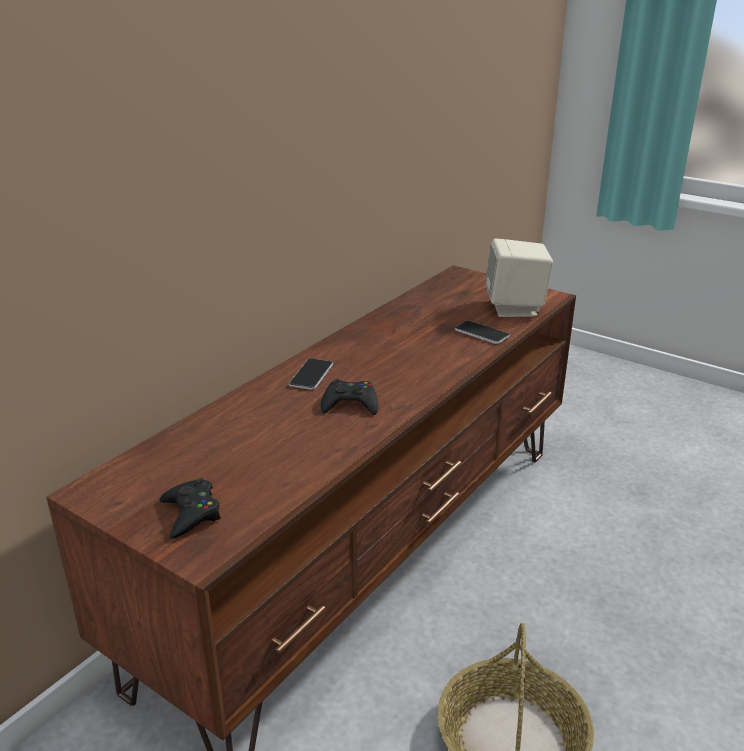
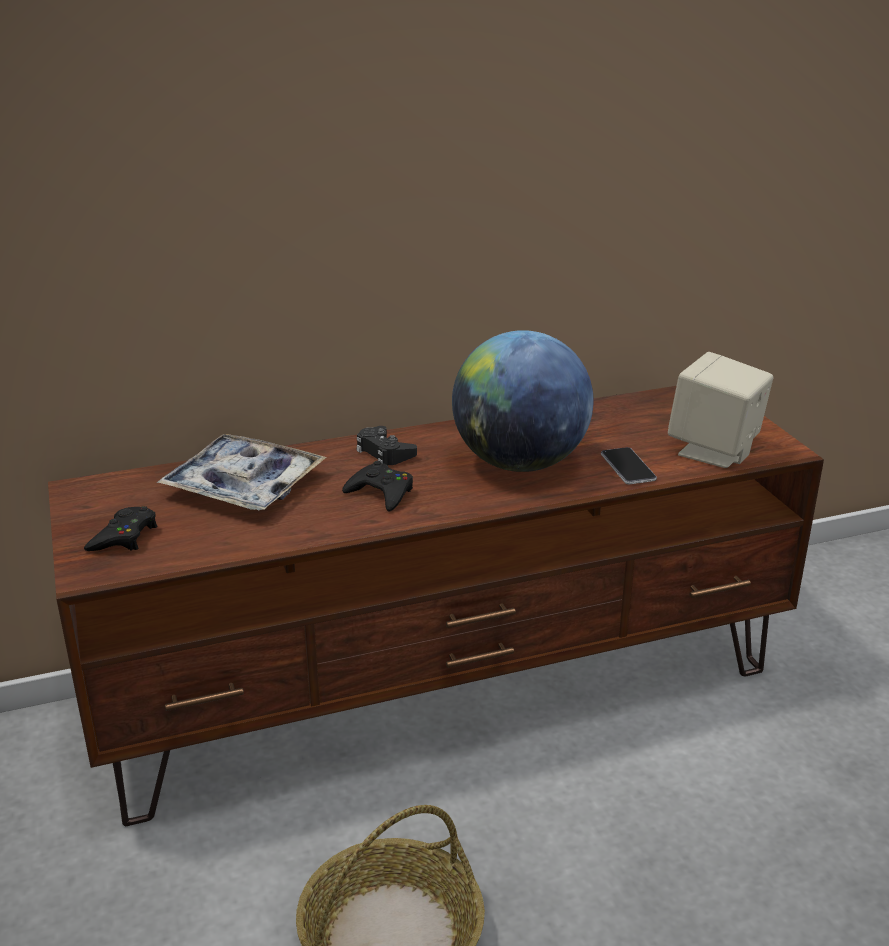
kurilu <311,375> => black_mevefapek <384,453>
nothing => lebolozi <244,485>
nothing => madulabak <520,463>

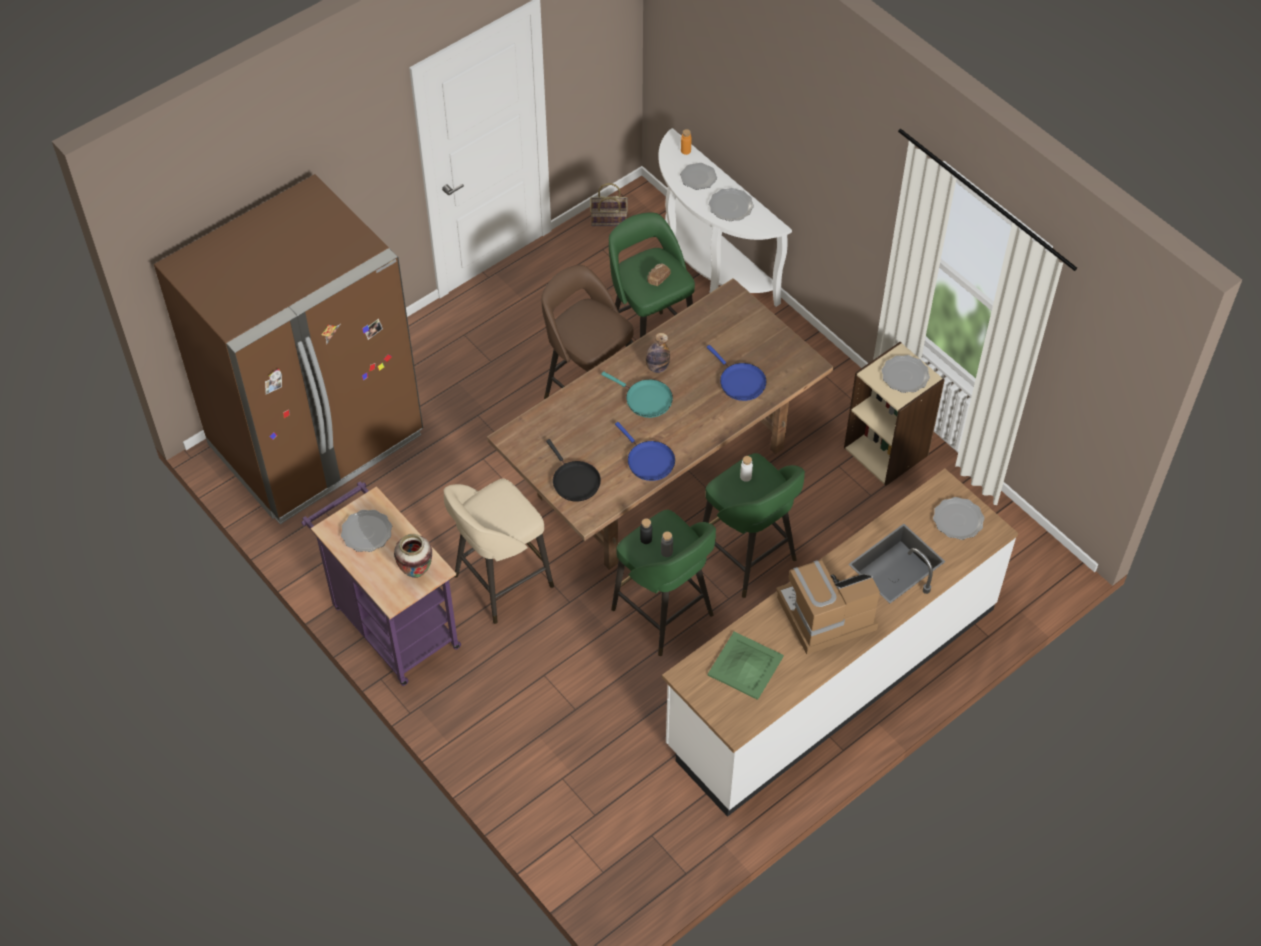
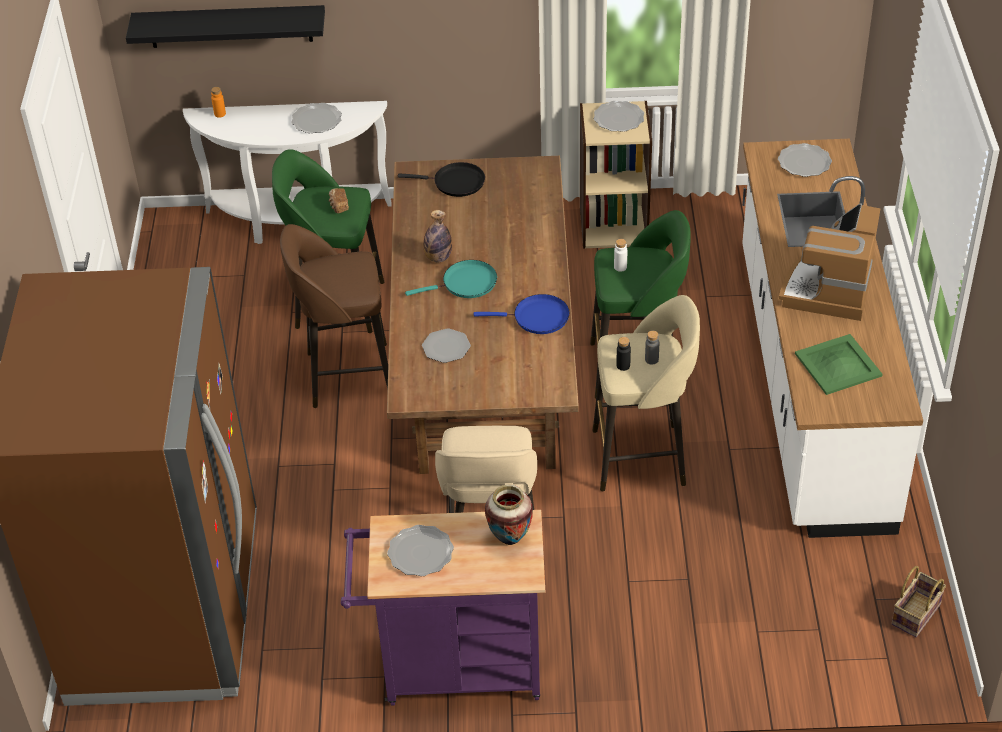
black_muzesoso <574,481> => black_muzesoso <455,183>, relocated
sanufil <608,219> => sanufil <916,615>, relocated
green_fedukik <664,614> => beige_fedukik <642,457>
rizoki <698,177> => rizoki <446,347>, relocated
blue_muzesoso <740,382> => nothing
nothing => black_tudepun <230,26>

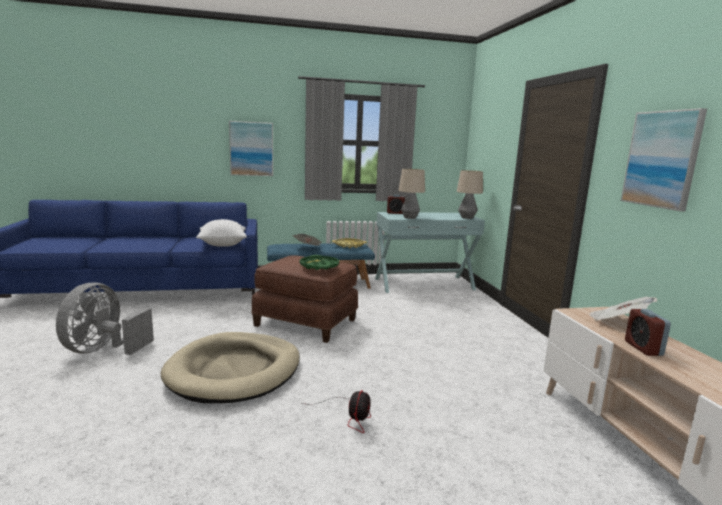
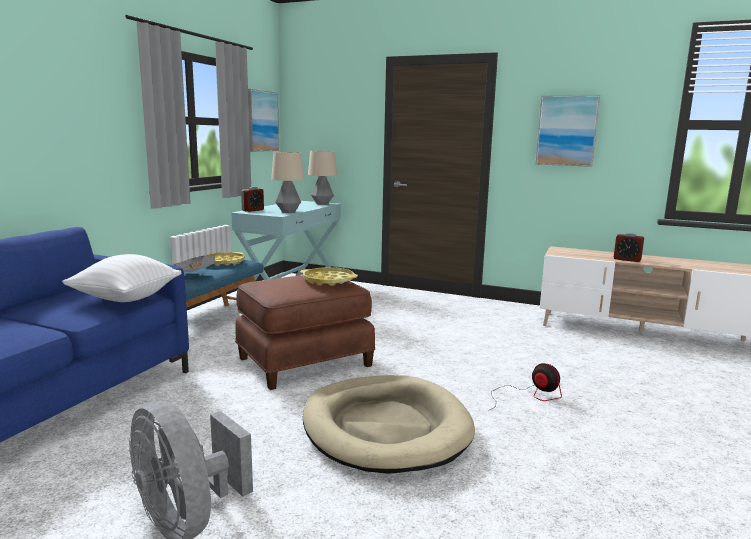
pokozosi <251,149> => pokozosi <262,121>, relocated
green_lebolozi <319,266> => yellow_lebolozi <328,280>
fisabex <617,322> => nothing

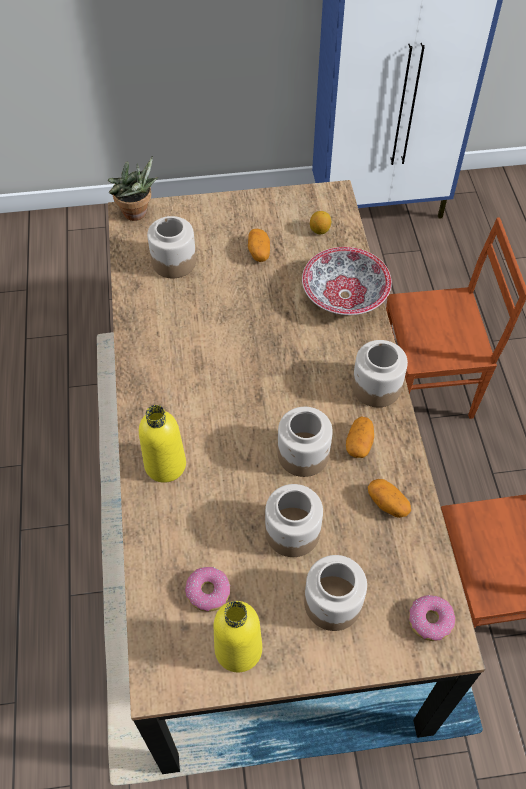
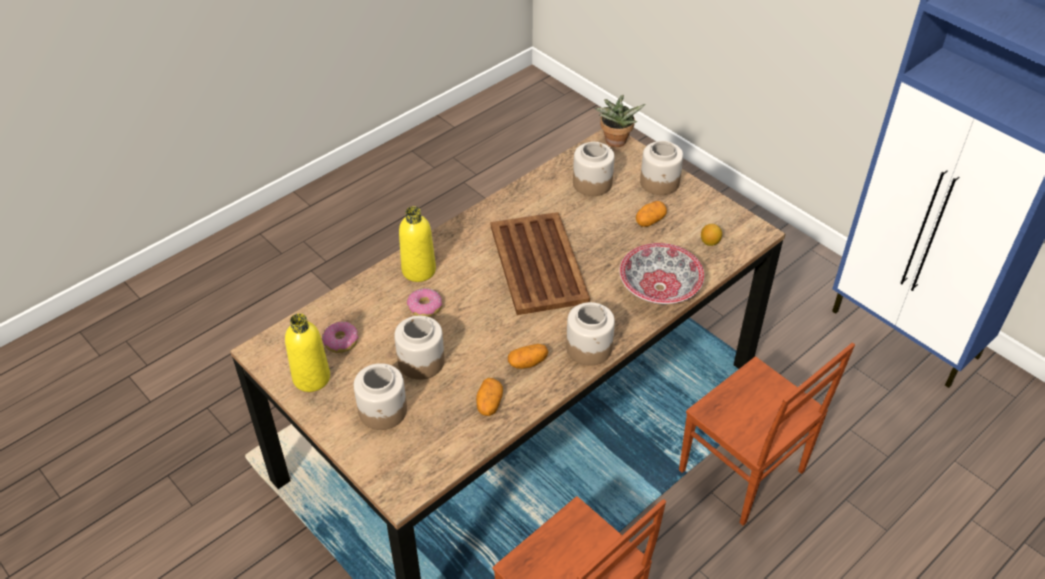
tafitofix <304,454> => tafitofix <660,183>, relocated
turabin <430,621> => turabin <424,307>, relocated
nothing => brown_lebolozi <538,262>

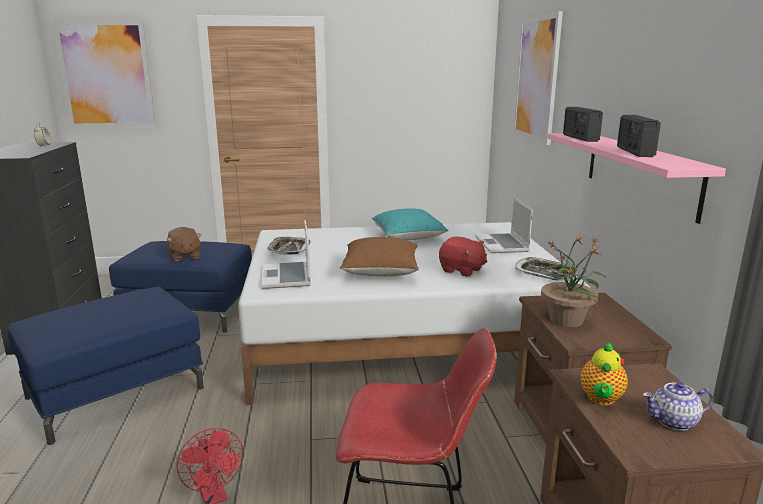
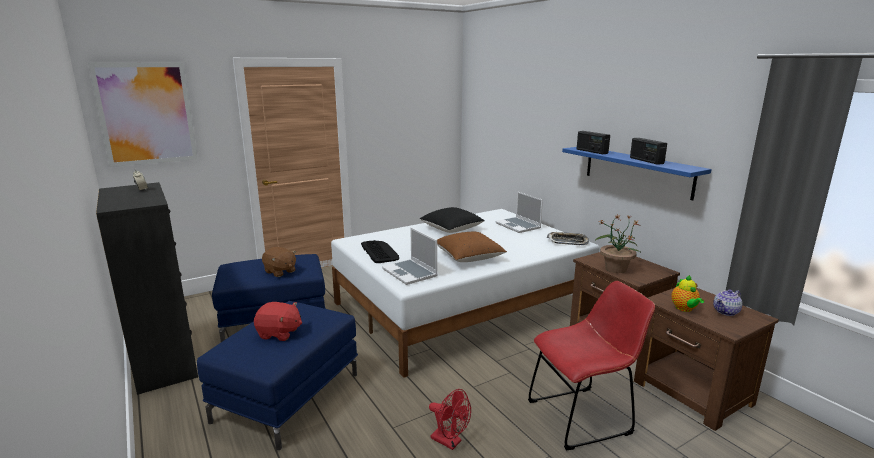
lebolozi <289,249> => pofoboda <379,252>
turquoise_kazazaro <408,237> => black_kazazaro <451,229>
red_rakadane <461,270> => red_rakadane <279,333>, relocated
pokozosi <537,79> => nothing
pink_tudepun <639,172> => blue_tudepun <637,171>

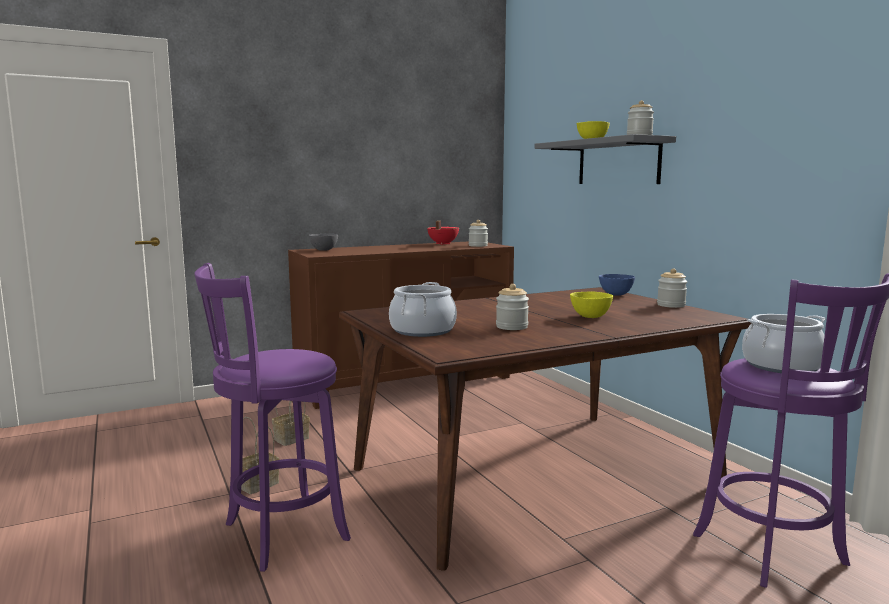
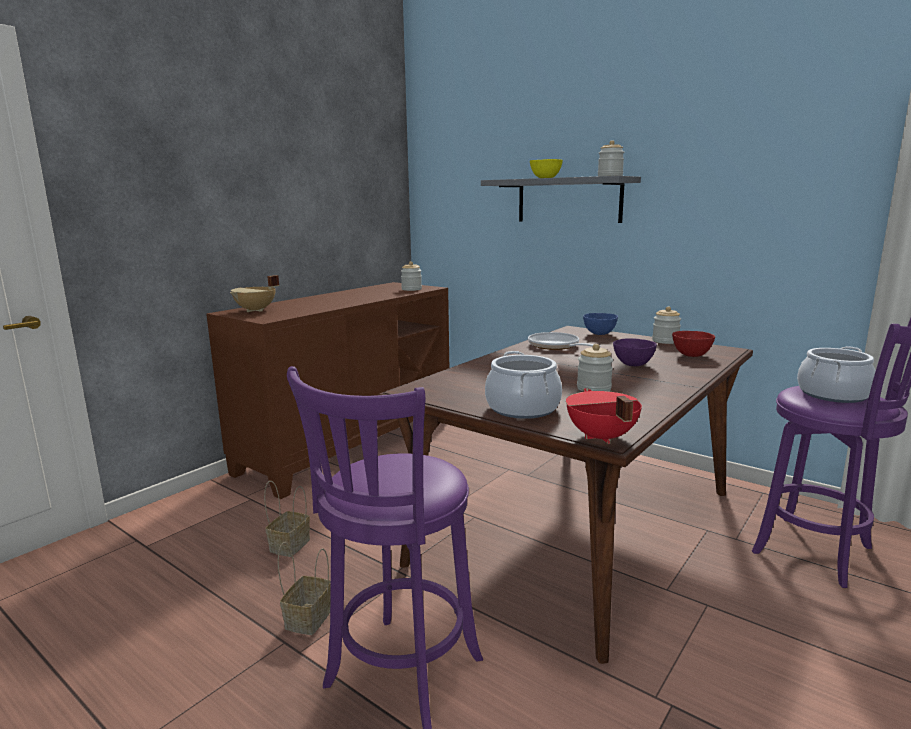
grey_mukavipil <324,250> => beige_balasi <256,310>
red_balasi <442,244> => red_balasi <600,437>, relocated
yellow_mukavipil <589,317> => purple_mukavipil <632,365>
nothing => muzesoso <556,346>
nothing => red_mukavipil <690,355>

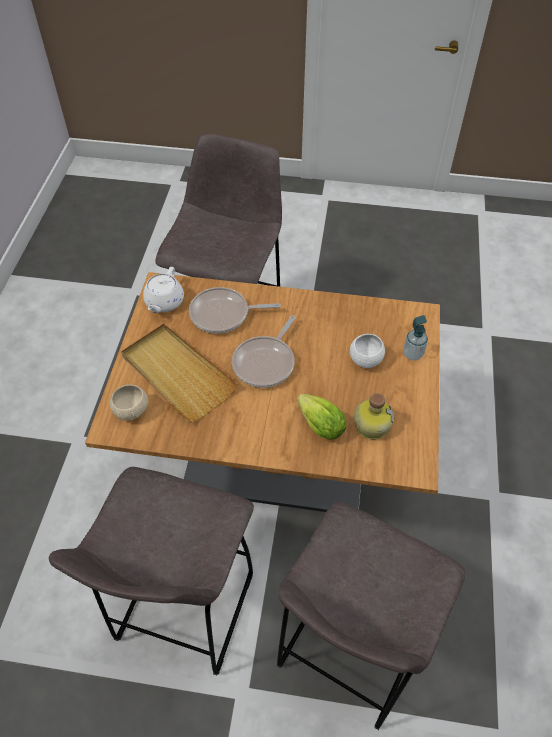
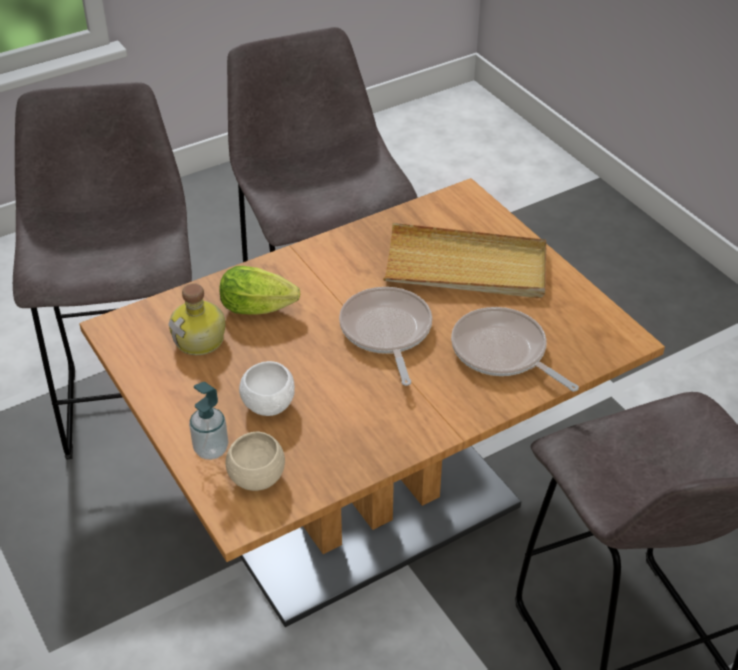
beige_mukavipil <131,411> => beige_mukavipil <257,477>, relocated
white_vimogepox <164,302> => nothing
muzesoso <223,314> => muzesoso <502,353>, 90 degrees counterclockwise

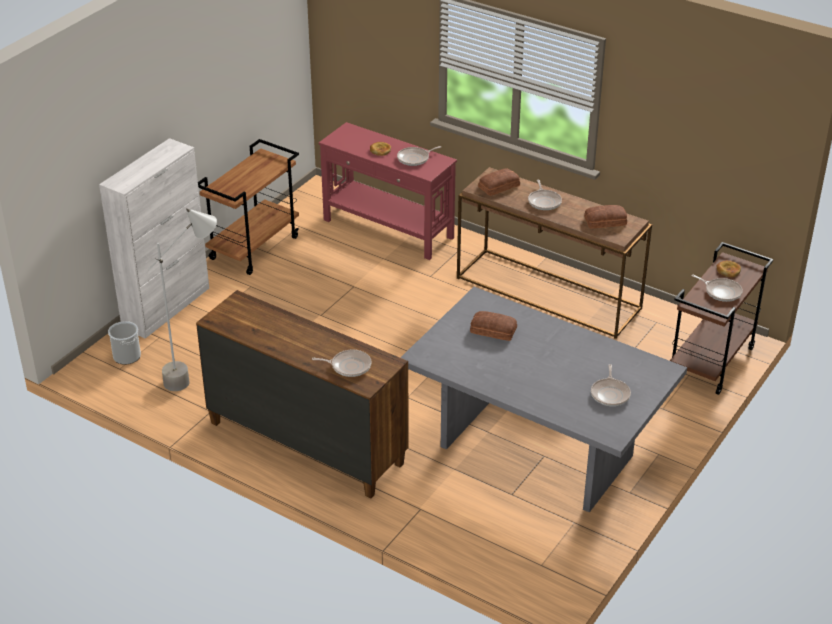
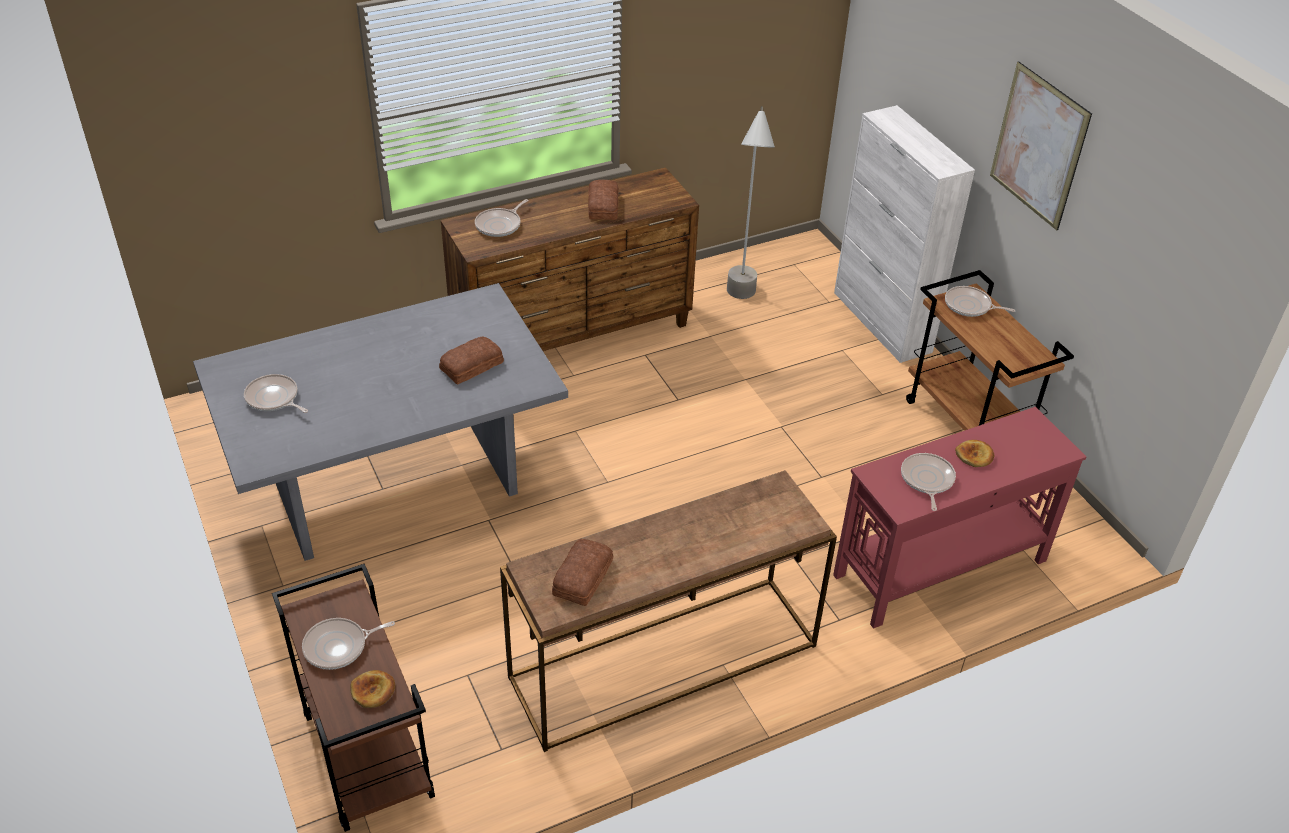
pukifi <127,356> => nothing
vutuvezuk <498,186> => vutuvezuk <604,205>, relocated
muzesoso <544,201> => muzesoso <970,306>, relocated
nothing => pokozosi <1038,146>

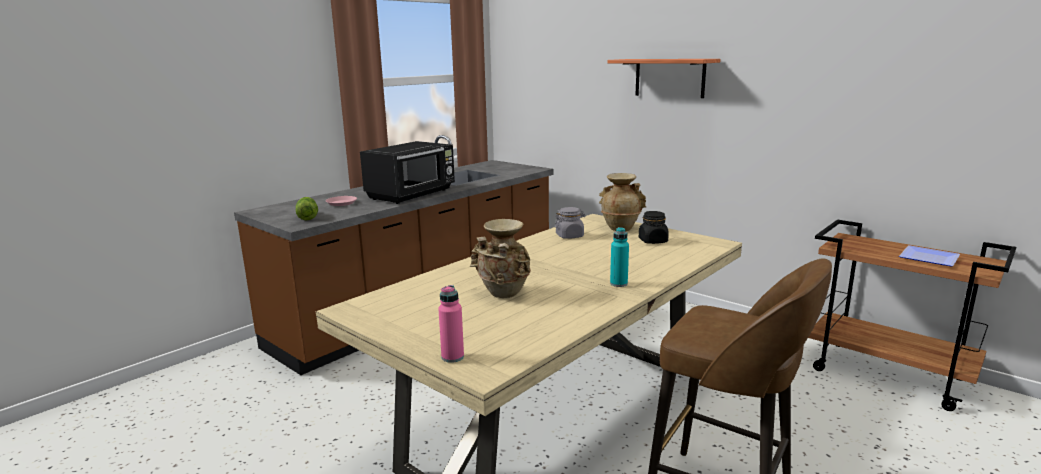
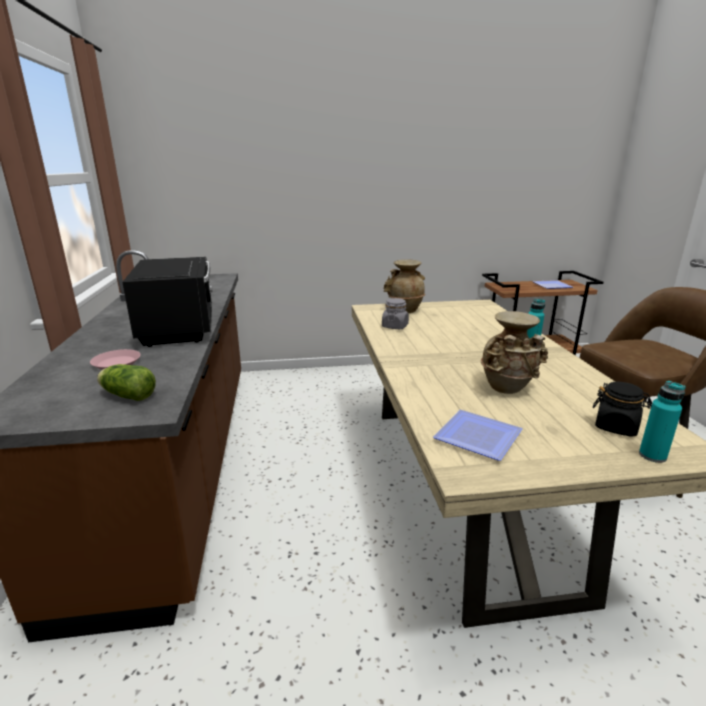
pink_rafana <452,357> => turquoise_rafana <652,455>
tudepun <669,78> => nothing
black_tafitofix <653,241> => black_tafitofix <616,427>, relocated
nothing => rizoki <481,437>

